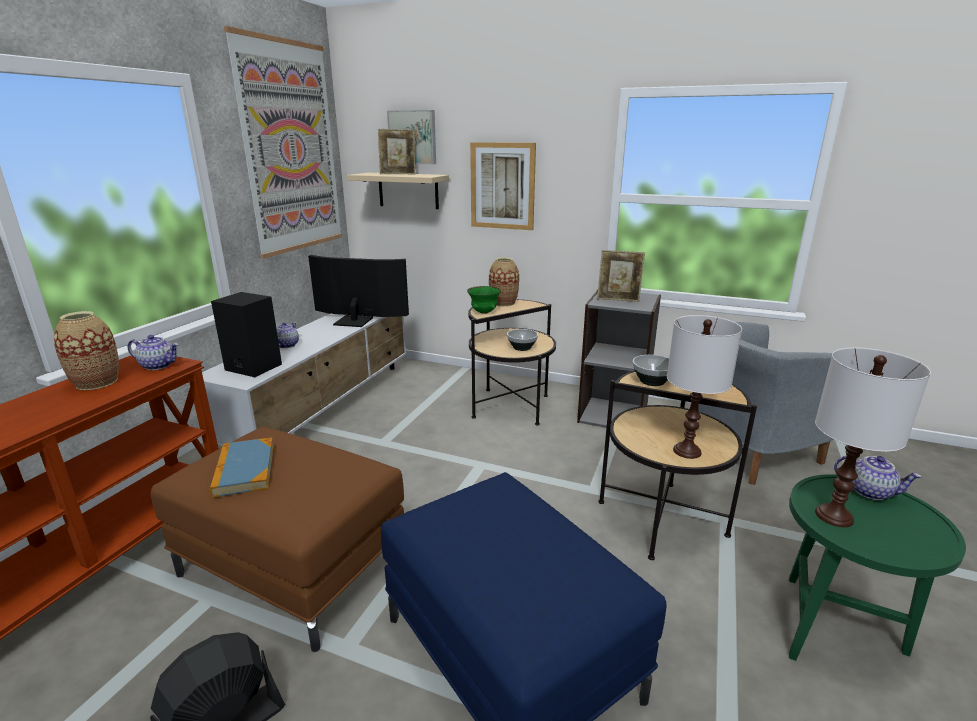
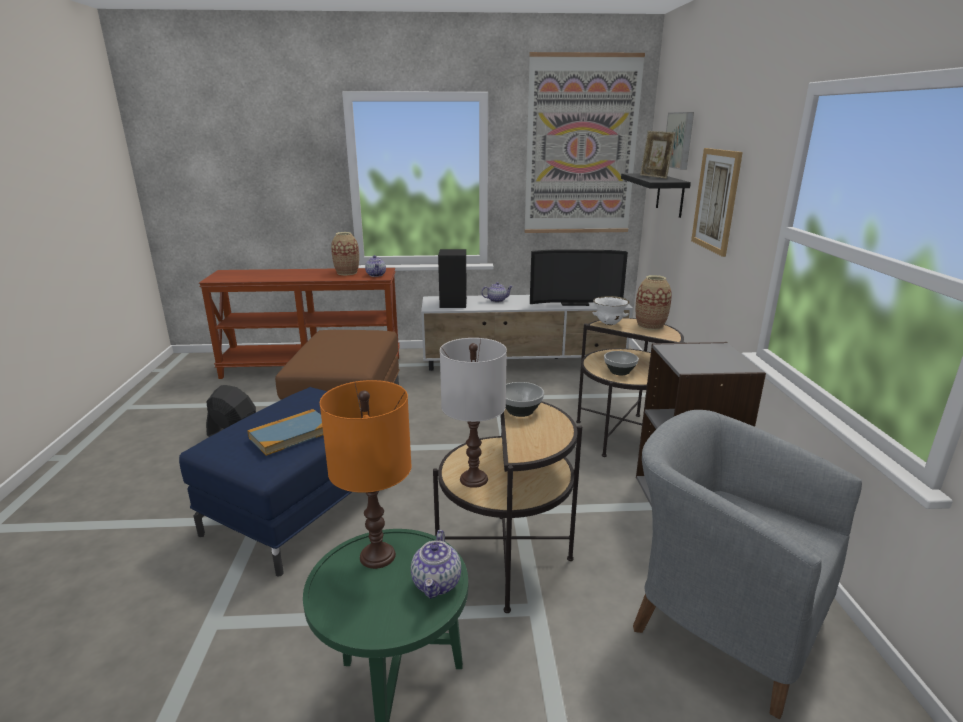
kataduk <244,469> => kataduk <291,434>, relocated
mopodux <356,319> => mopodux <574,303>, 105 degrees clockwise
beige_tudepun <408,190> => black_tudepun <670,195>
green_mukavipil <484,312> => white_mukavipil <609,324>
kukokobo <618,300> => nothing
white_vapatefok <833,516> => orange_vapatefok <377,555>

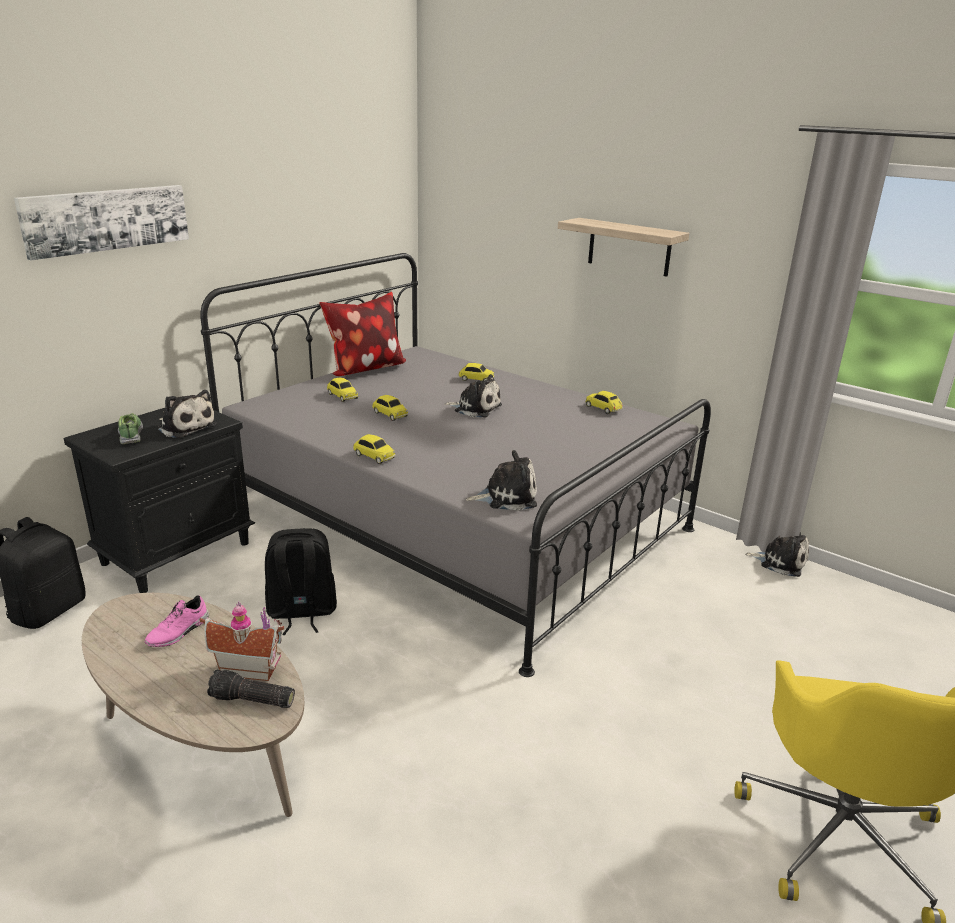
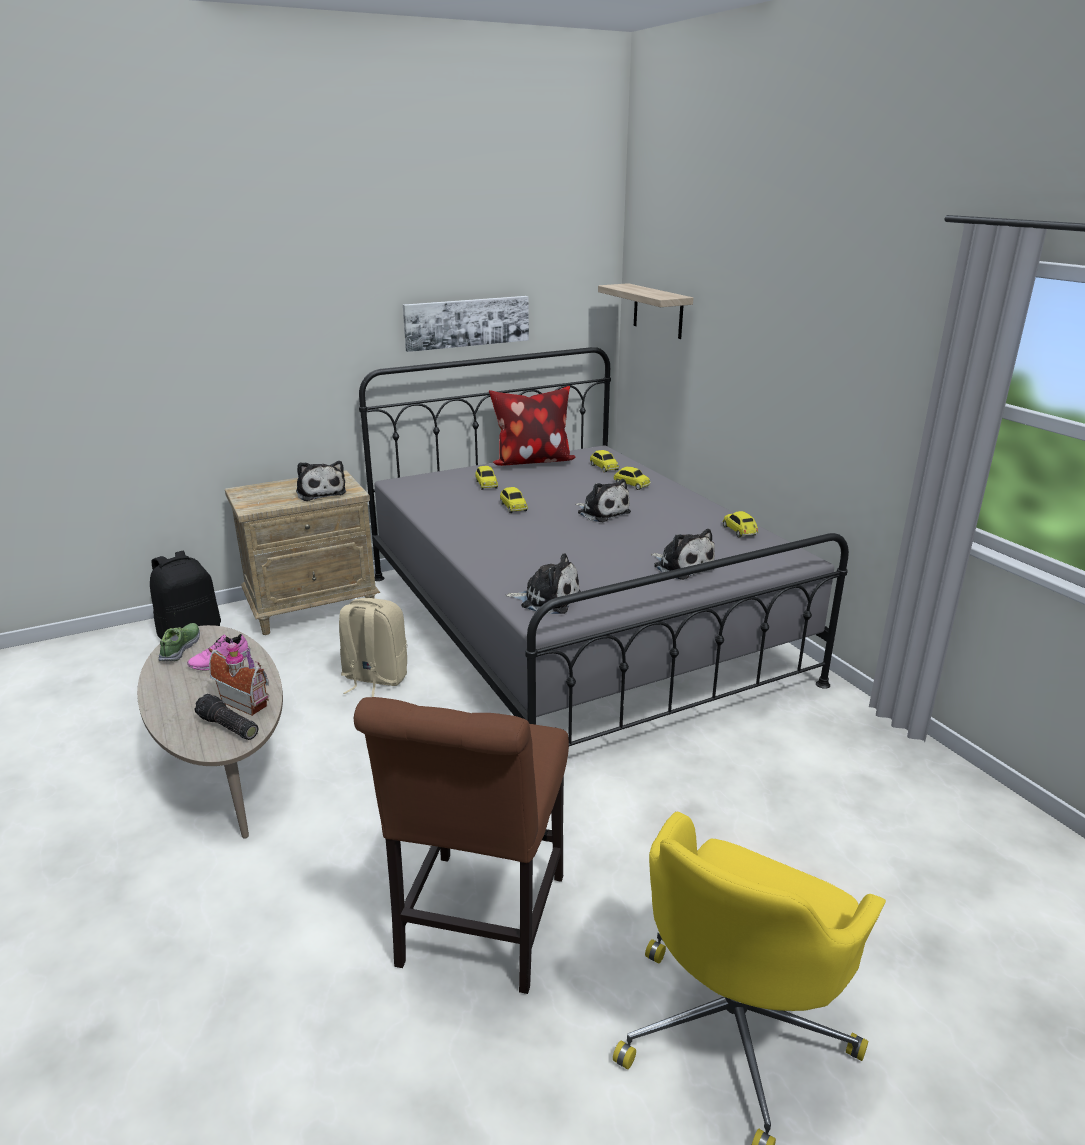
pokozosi <107,219> => pokozosi <466,322>, relocated
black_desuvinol <177,552> => beige_desuvinol <313,607>
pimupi <131,434> => pimupi <181,648>, relocated
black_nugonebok <301,612> => beige_nugonebok <374,679>
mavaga <374,456> => mavaga <603,467>, relocated
tudepun <629,247> => tudepun <658,311>, relocated
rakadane <780,562> => rakadane <682,566>, relocated
nothing => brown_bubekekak <478,927>

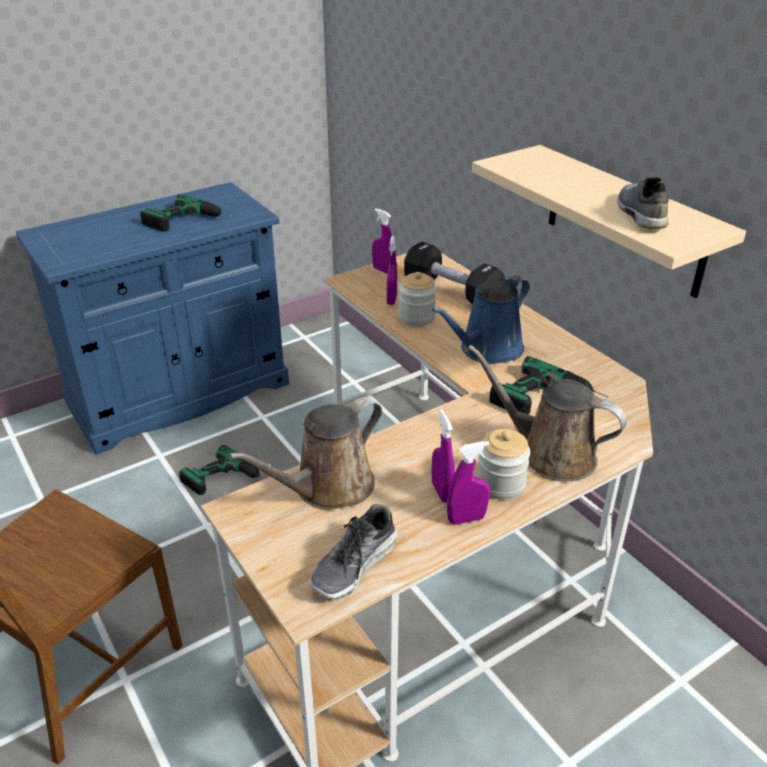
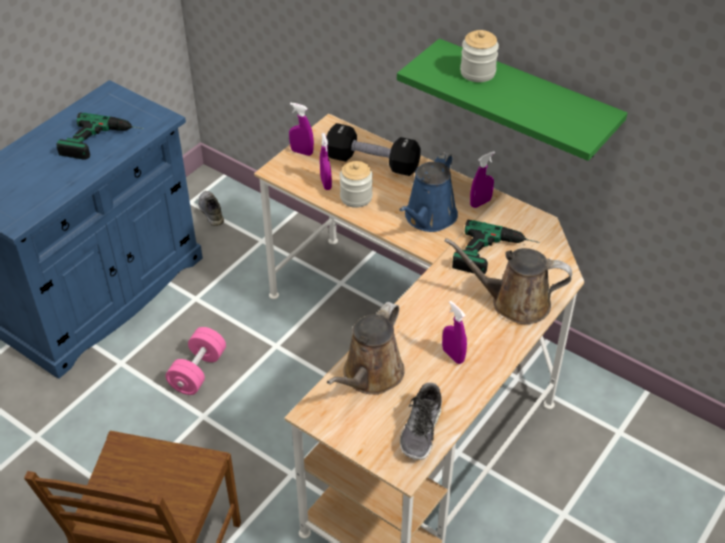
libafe <226,482> => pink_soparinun <198,371>
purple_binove <466,519> => purple_binove <480,203>, relocated
beige_tudepun <624,221> => green_tudepun <525,100>
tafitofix <500,483> => tafitofix <477,72>, relocated
grey_pimupi <639,214> => grey_pimupi <210,212>, relocated

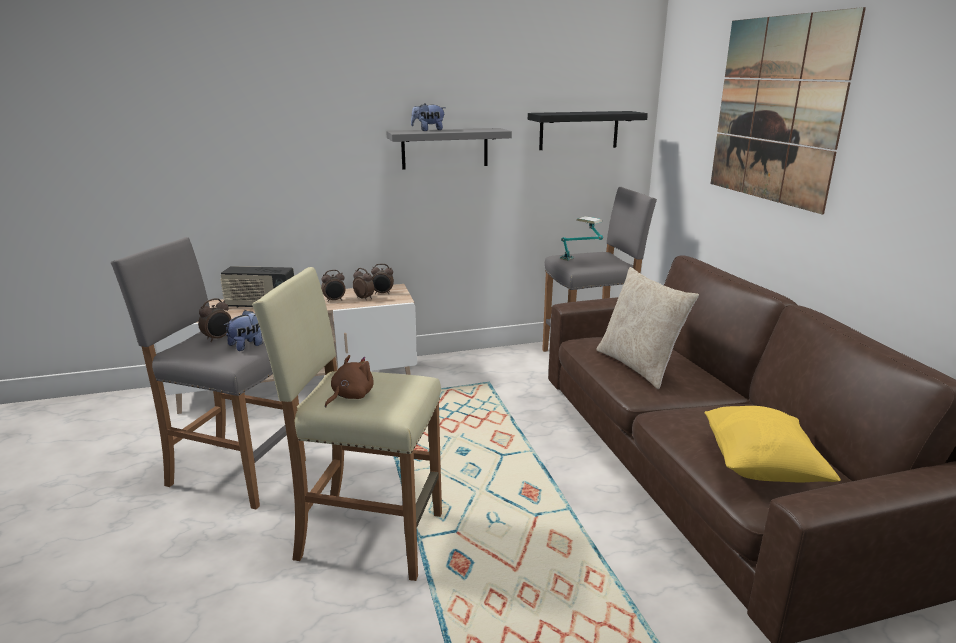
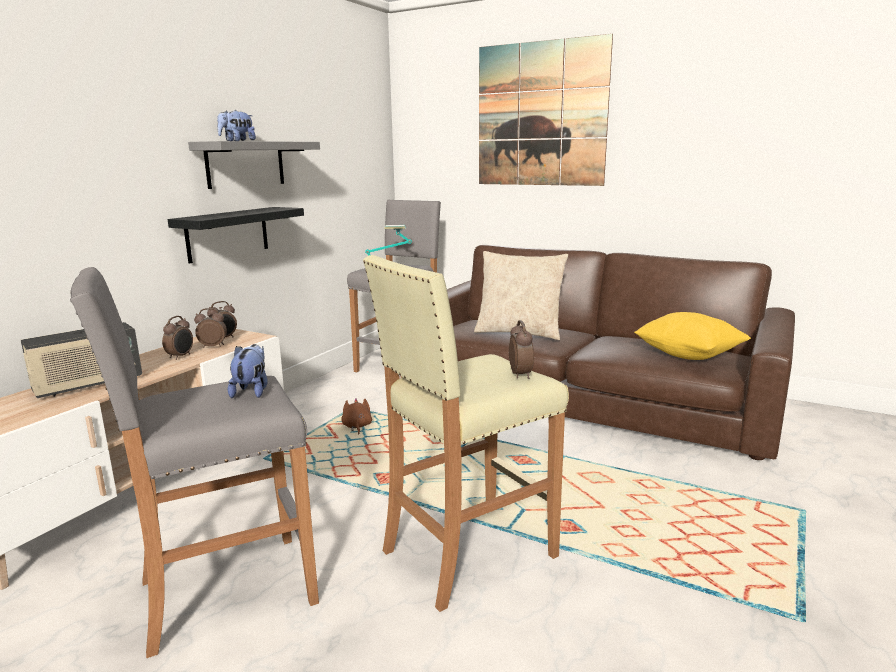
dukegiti <218,338> => dukegiti <521,374>, relocated
brown_rakadane <350,396> => brown_rakadane <357,426>, relocated
black_tudepun <579,130> => black_tudepun <227,234>, relocated

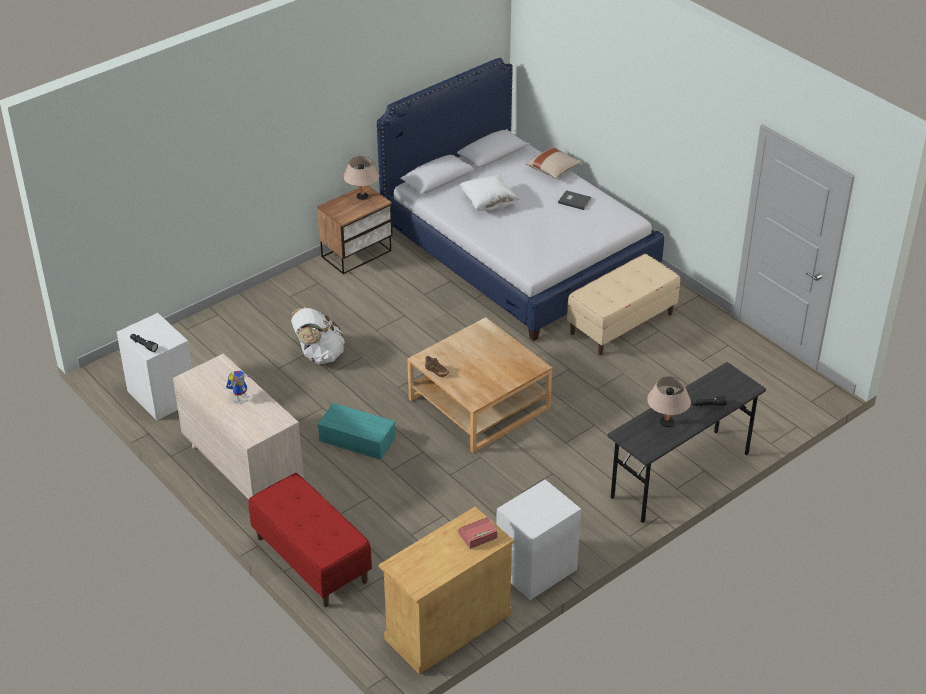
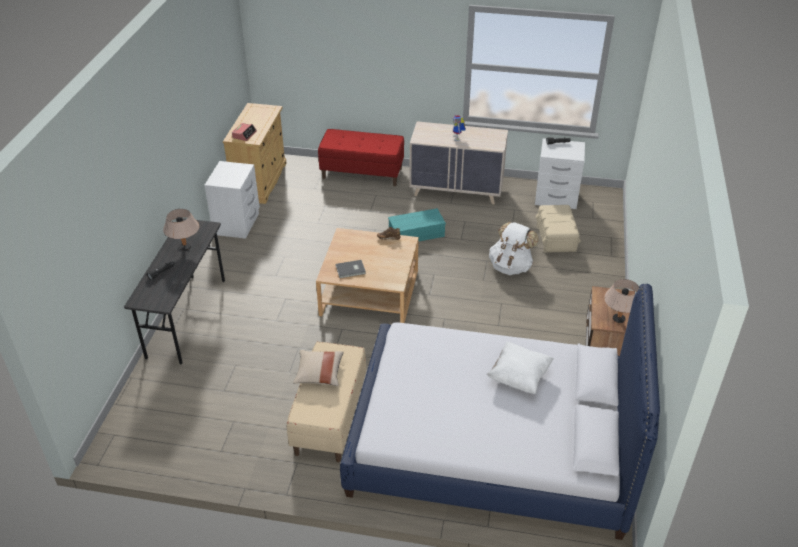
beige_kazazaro <553,170> => beige_kazazaro <319,374>, relocated
grey_kataduk <574,200> => grey_kataduk <351,270>, relocated
nothing => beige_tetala <556,238>

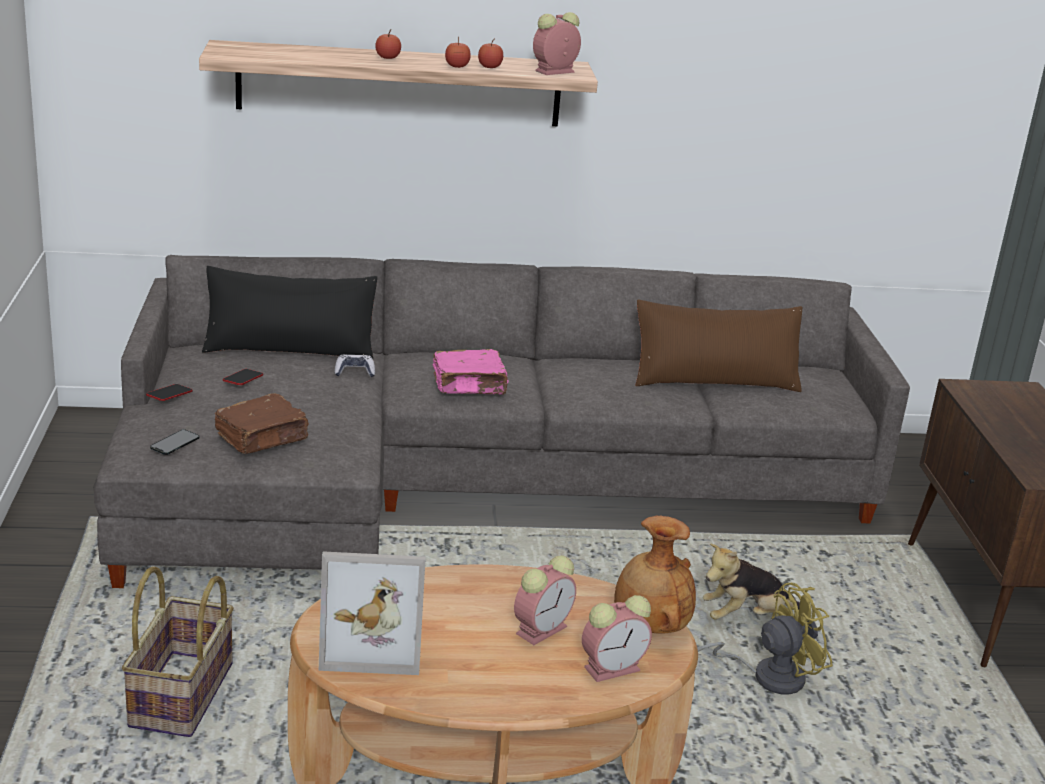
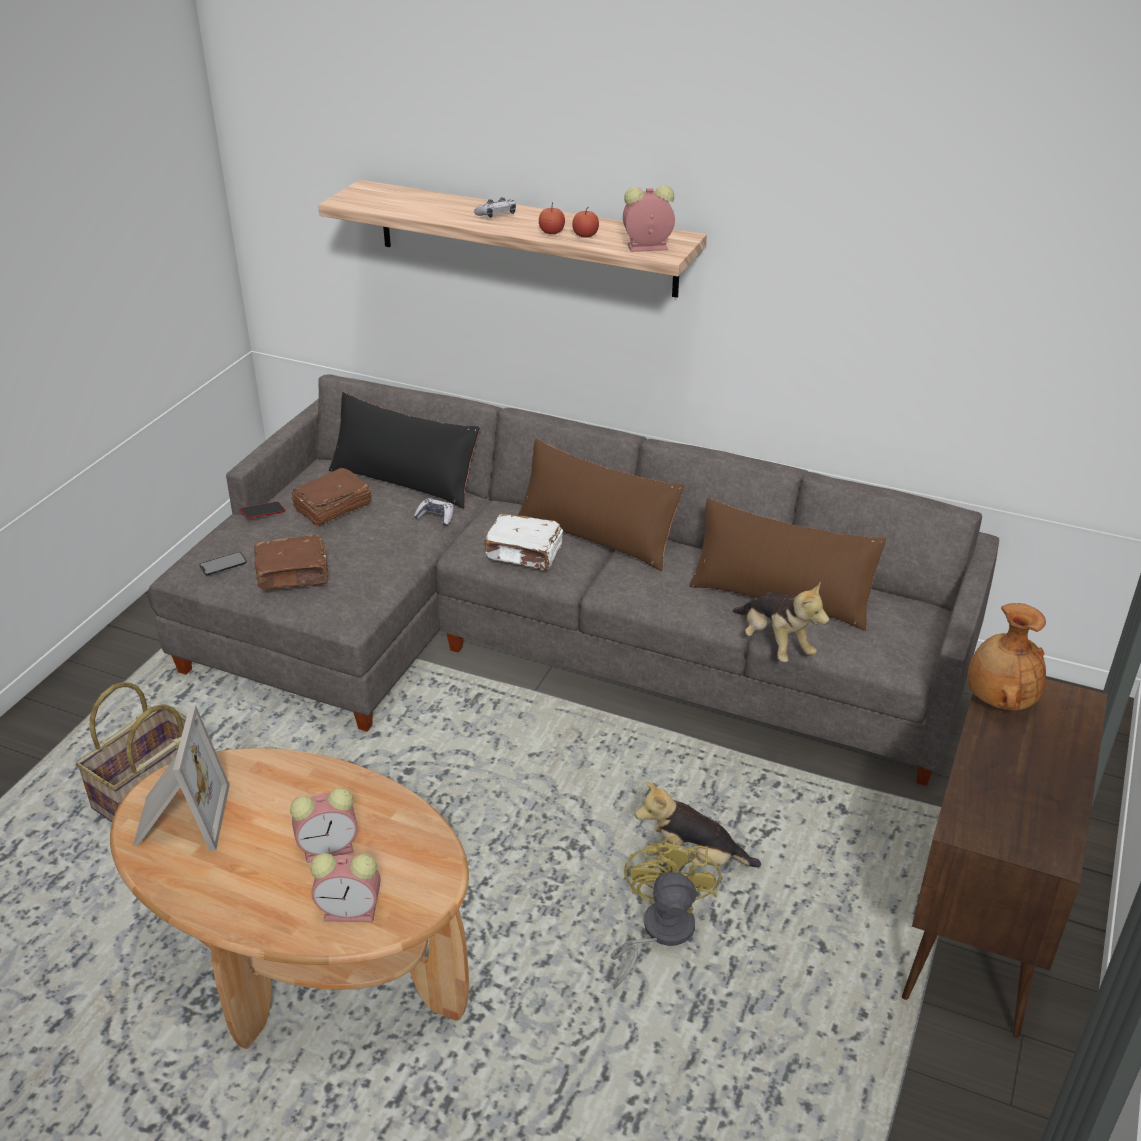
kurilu <243,380> => brown_kataduk <332,508>
kukokobo <372,643> => kukokobo <179,819>, 120 degrees counterclockwise
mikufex <387,57> => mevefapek <496,215>
pink_kataduk <470,385> => white_kataduk <525,553>
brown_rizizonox <649,627> => brown_rizizonox <998,699>, relocated
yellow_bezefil <767,676> => yellow_bezefil <659,932>, 90 degrees counterclockwise
nothing => brown_kazazaro <596,535>
nothing => rakadane <774,644>

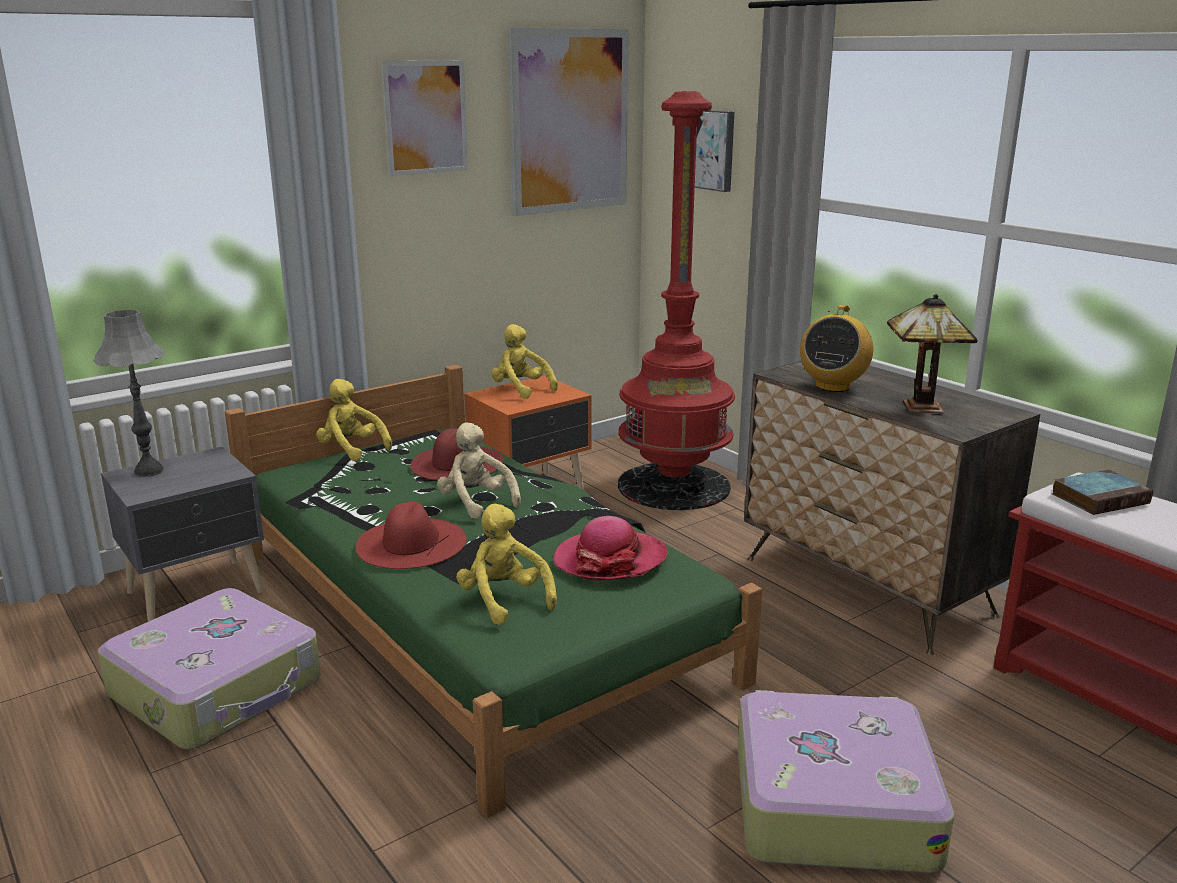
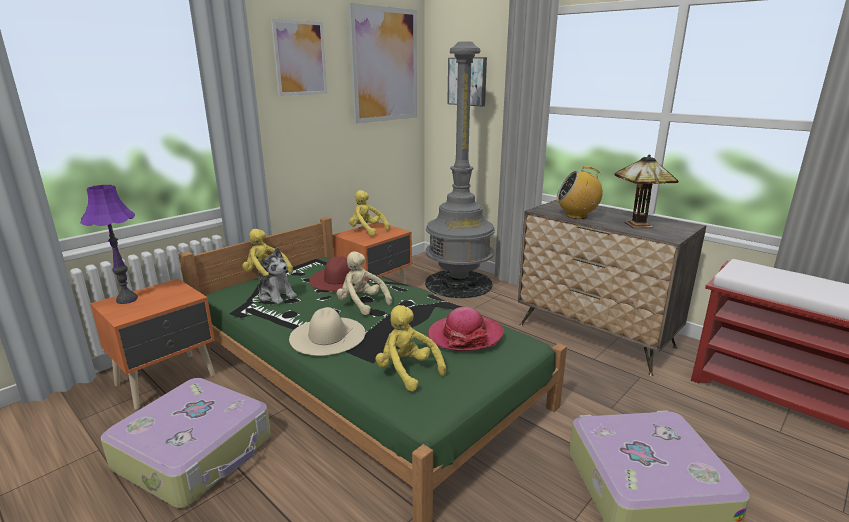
grey_vapatefok <149,471> => purple_vapatefok <127,299>
grey_desuvinol <198,593> => orange_desuvinol <168,380>
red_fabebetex <411,542> => beige_fabebetex <327,335>
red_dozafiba <674,486> => grey_dozafiba <458,283>
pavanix <832,386> => pavanix <577,216>, 75 degrees clockwise
kataduk <1100,498> => nothing
nothing => rakadane <276,295>

